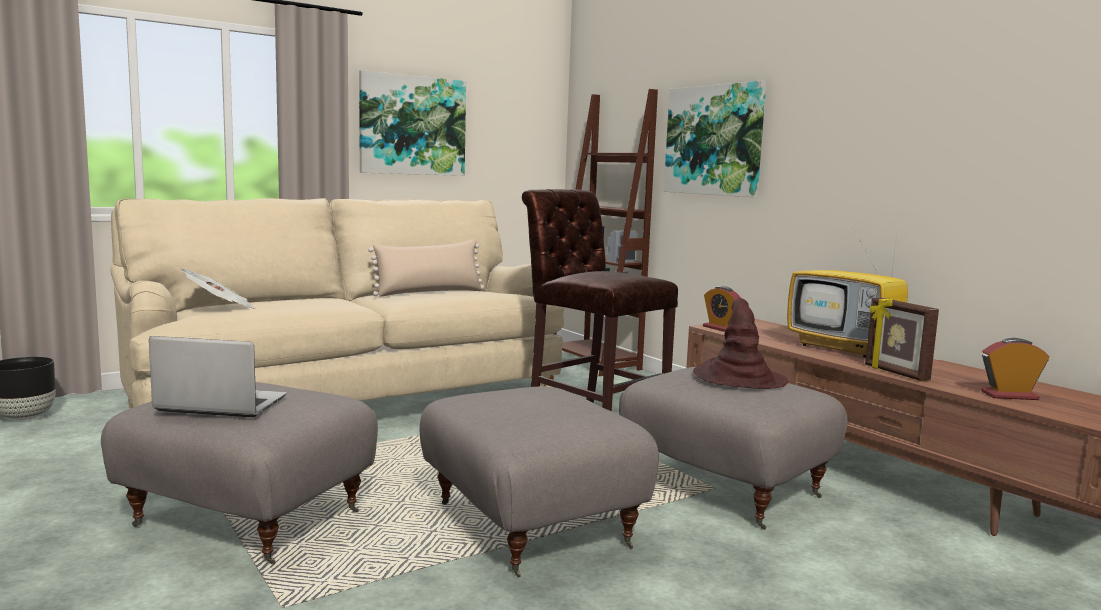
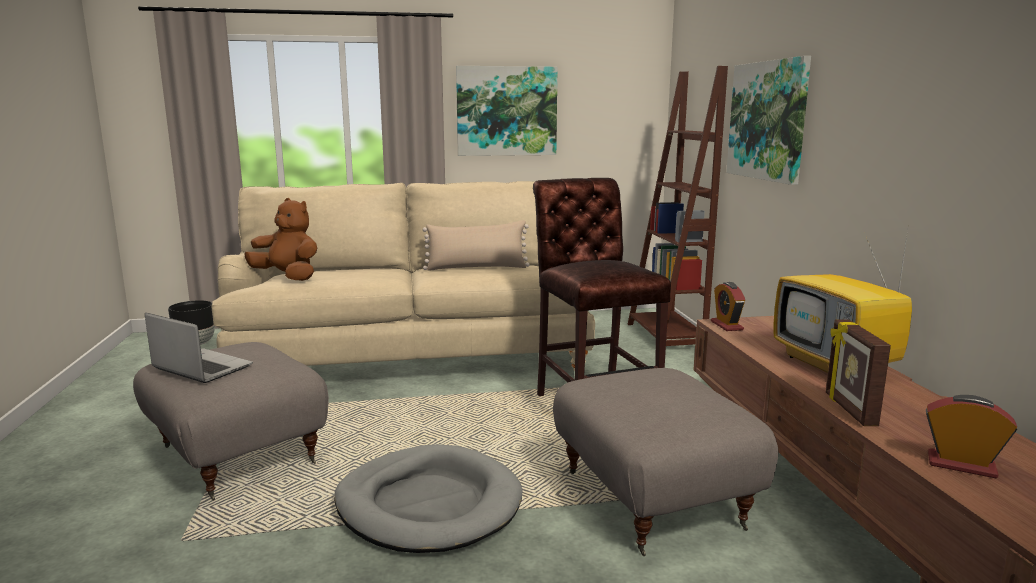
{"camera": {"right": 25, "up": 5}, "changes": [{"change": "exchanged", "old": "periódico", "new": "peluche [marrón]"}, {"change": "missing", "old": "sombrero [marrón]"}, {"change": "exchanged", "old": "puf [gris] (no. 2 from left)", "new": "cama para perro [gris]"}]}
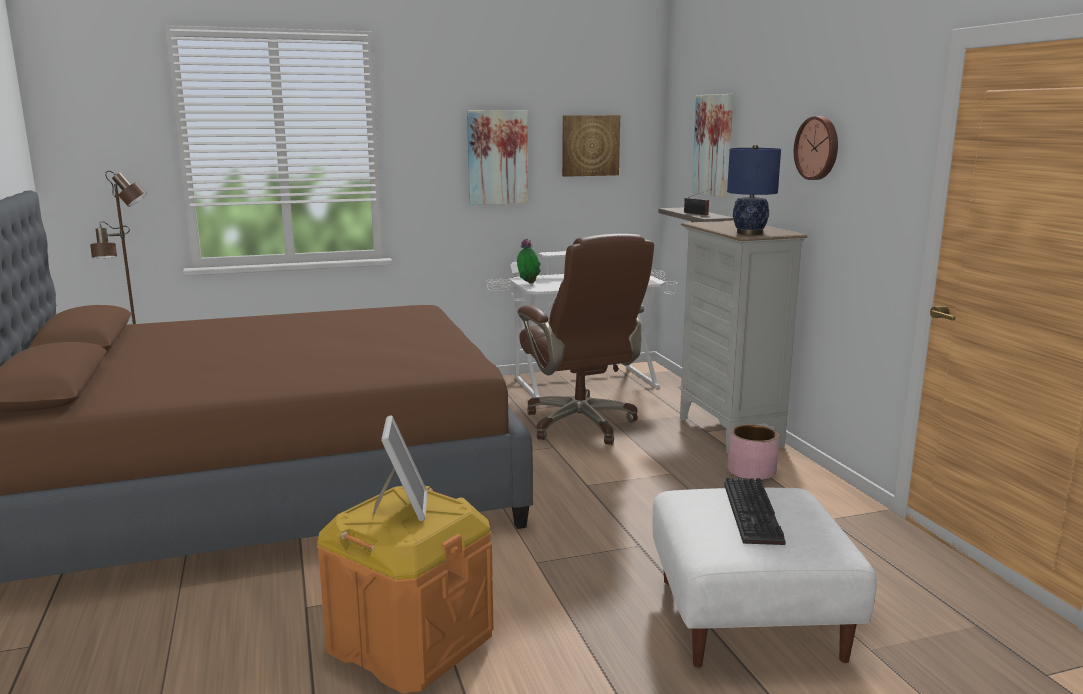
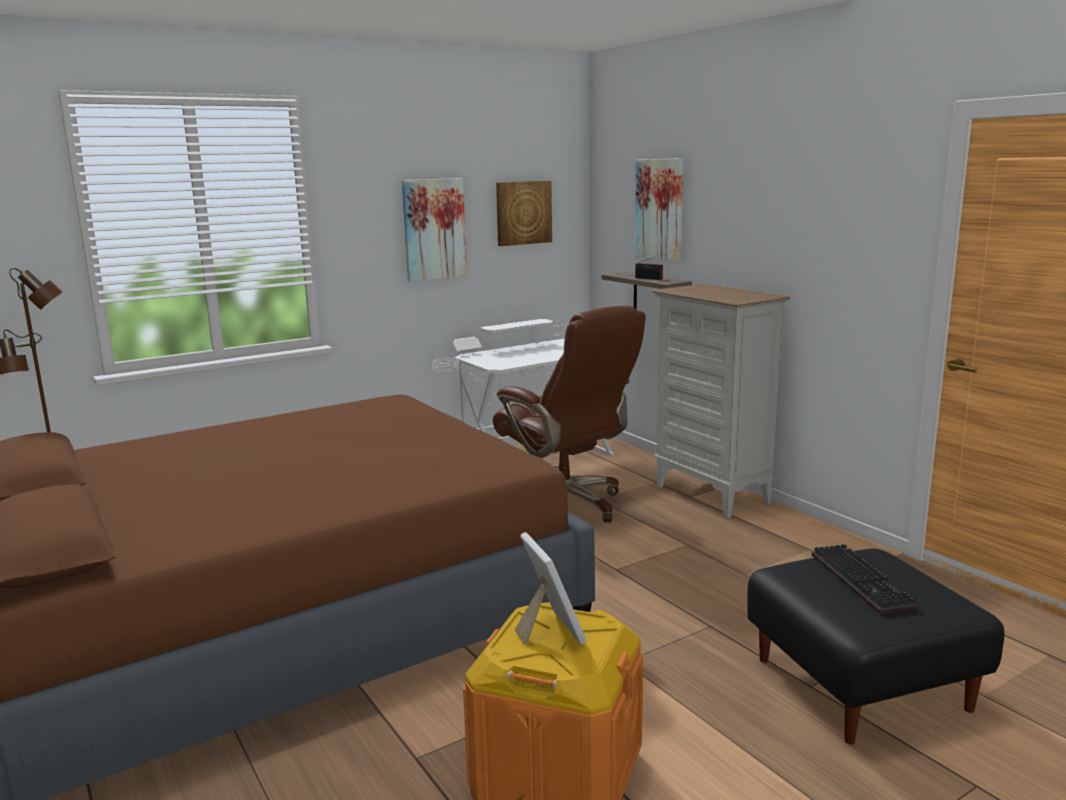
{"camera": {"right": -15, "up": 0}, "changes": [{"change": "missing", "old": "reloj de pared"}, {"change": "missing", "old": "lámpara de mesa [azul]"}, {"change": "missing", "old": "planta en maceta"}, {"change": "missing", "old": "maceta [rosa]"}, {"change": "colour", "old": "puf [blanco]", "new": "puf [negro]"}]}
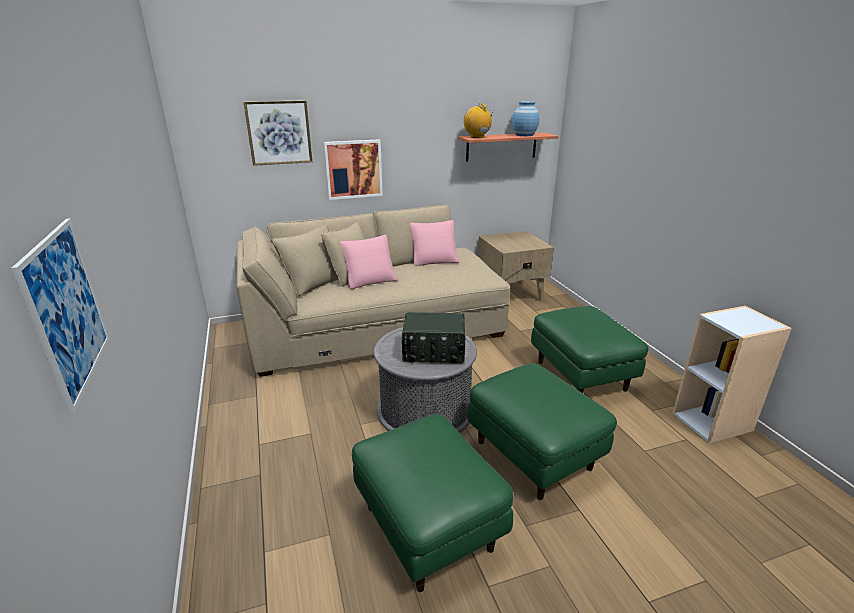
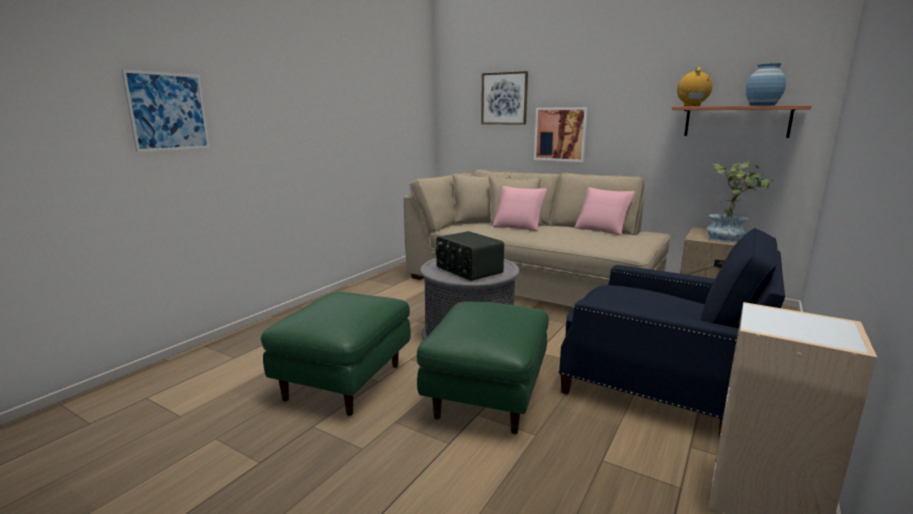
{"camera": {"right": 50, "up": -10}, "changes": [{"change": "exchanged", "old": "puf [verde] (no. 3 from left)", "new": "sillón [azul]"}, {"change": "appeared", "new": "planta en maceta"}]}
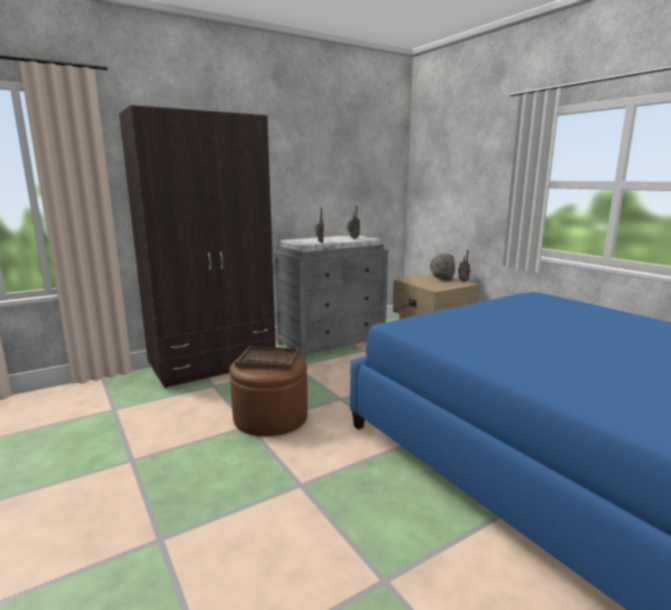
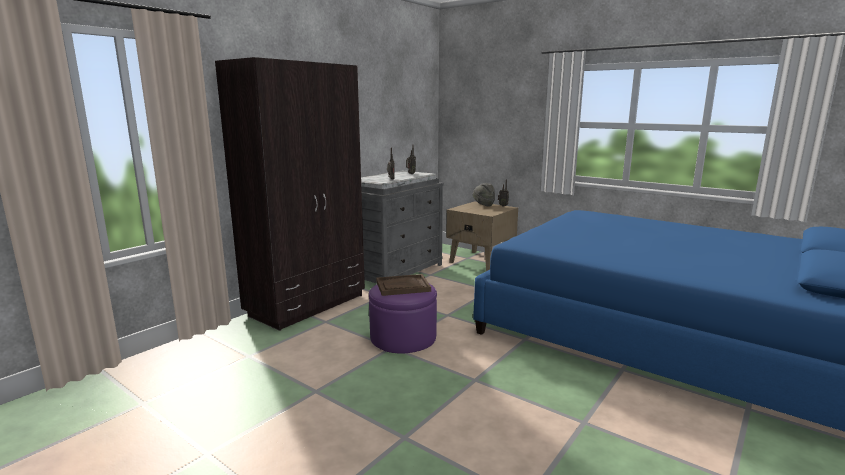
{"camera": {"right": -20, "up": 0}, "changes": [{"change": "colour", "old": "puf [marrón]", "new": "puf [morado]"}]}
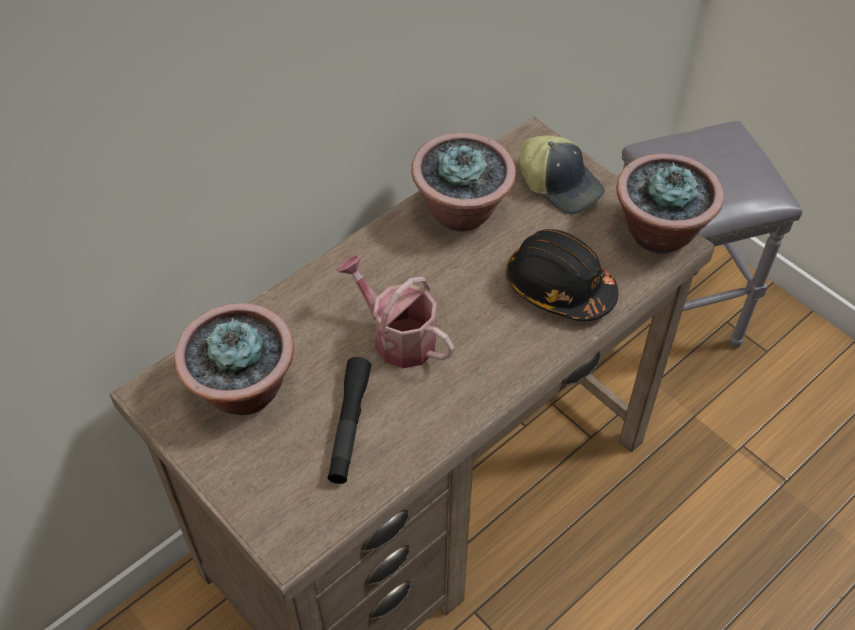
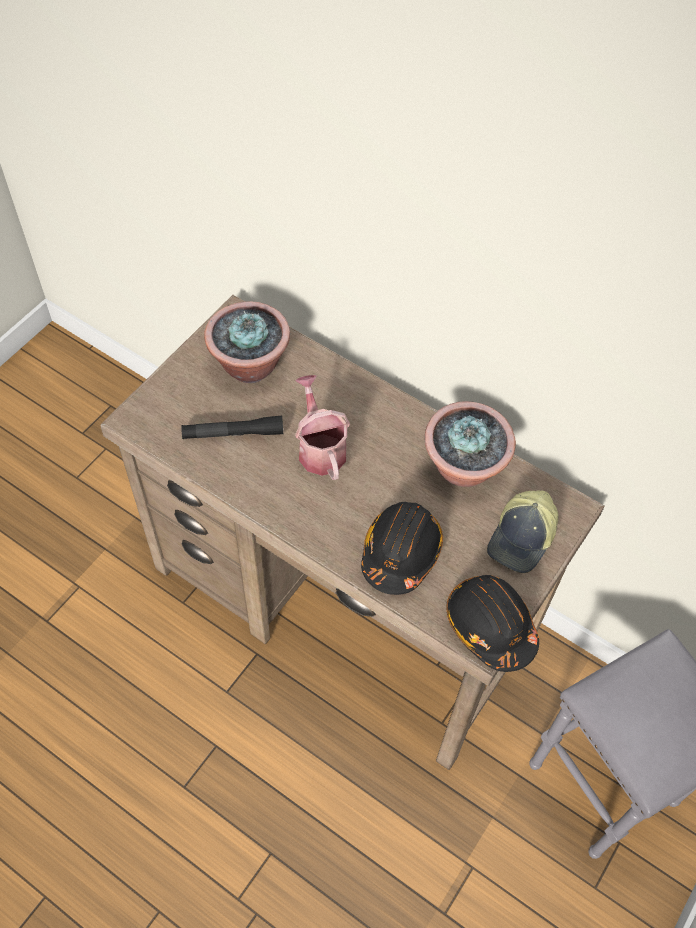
{"camera": {"right": 75, "up": 5}, "changes": [{"change": "exchanged", "old": "planta en maceta (no. 3 from left)", "new": "casco [negro] (no. 2 from left)"}, {"change": "spun", "old": "regadera", "degrees": -45}]}
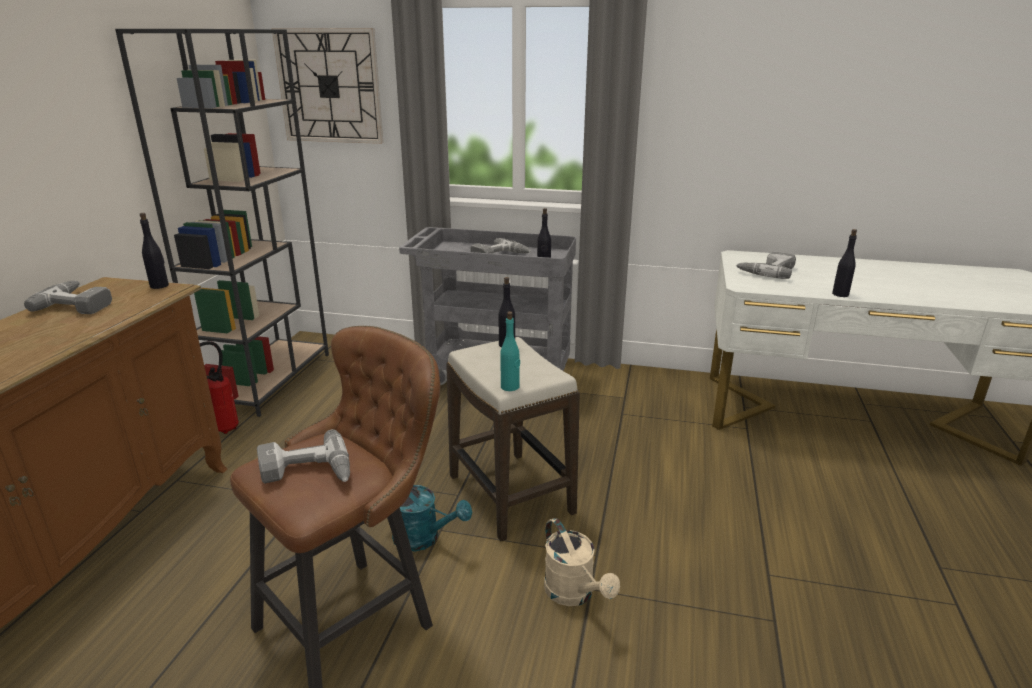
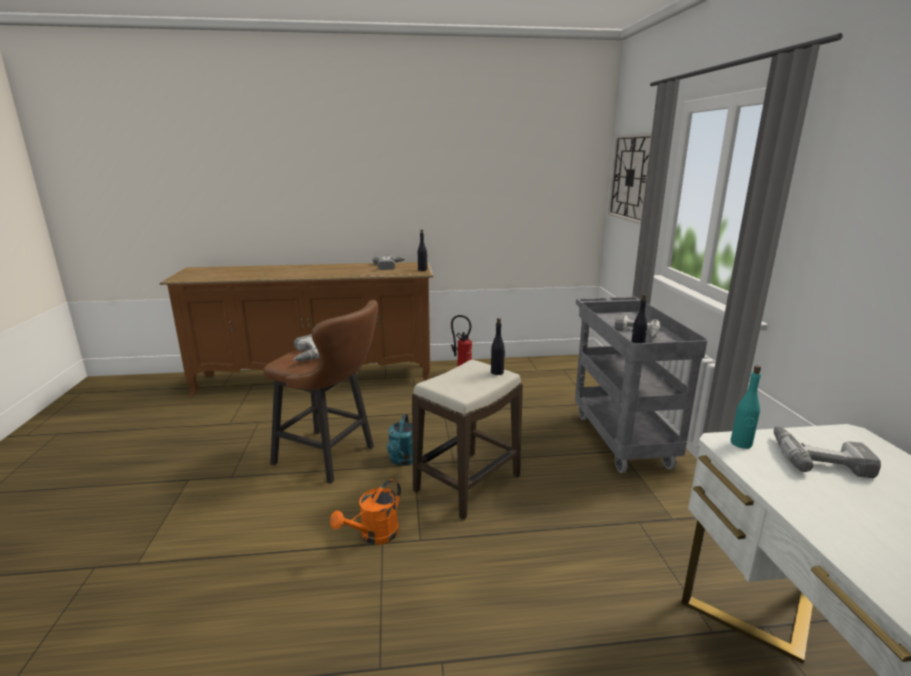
{"camera": {"right": 70, "up": -5}, "changes": [{"change": "missing", "old": "estantería"}, {"change": "missing", "old": "botella [negro] (no. 4 from left)"}, {"change": "relocated", "old": "botella [turquesa]"}, {"change": "colour", "old": "regadera [beis]", "new": "regadera [naranja]"}]}
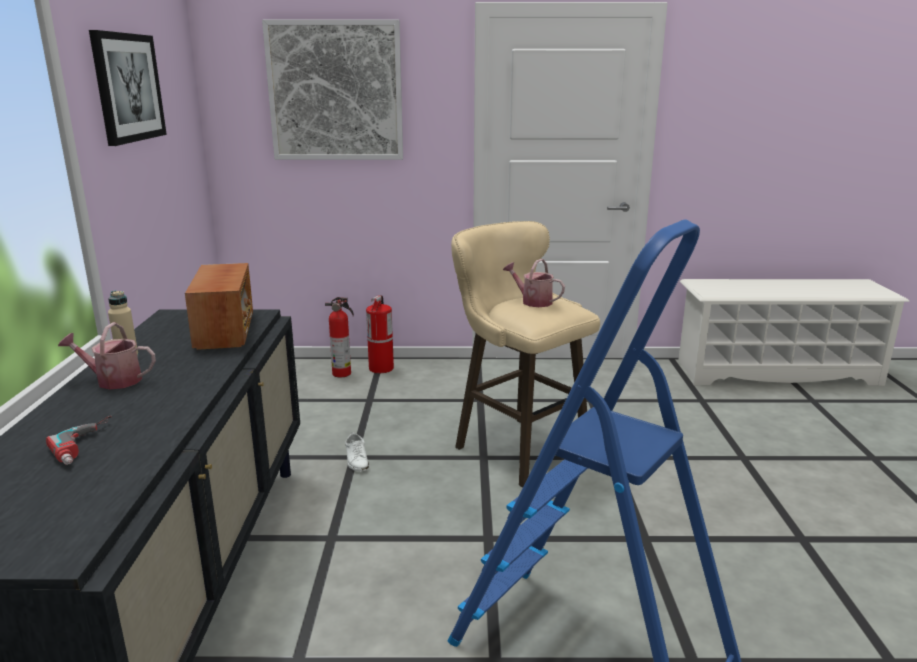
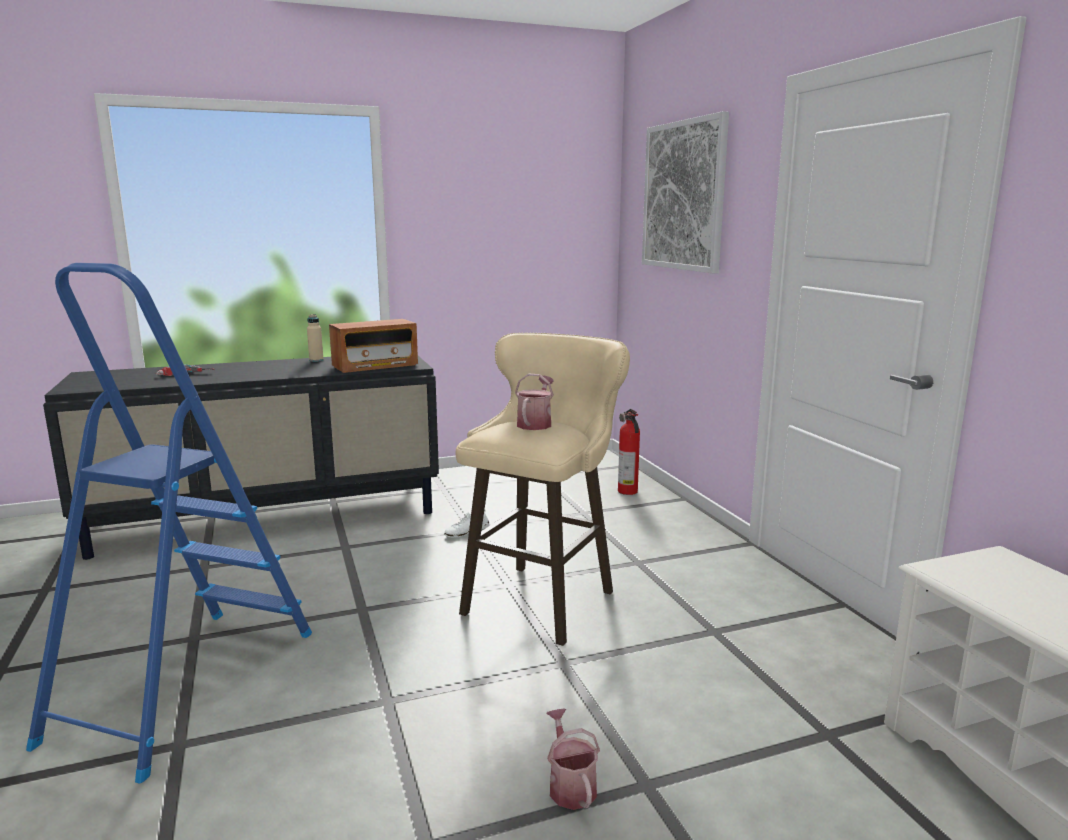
{"camera": {"right": 70, "up": -5}, "changes": [{"change": "missing", "old": "cuadro (no. 1 from left)"}, {"change": "missing", "old": "extintor (no. 2 from left)"}, {"change": "relocated", "old": "regadera (no. 1 from left in the first image)", "new": "regadera (no. 2 from left)"}]}
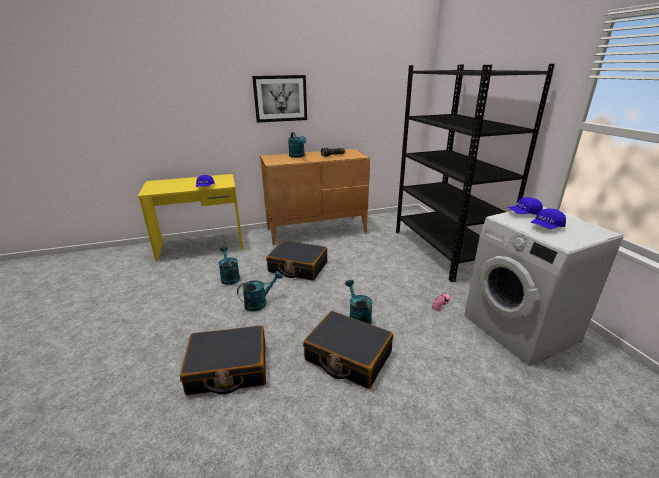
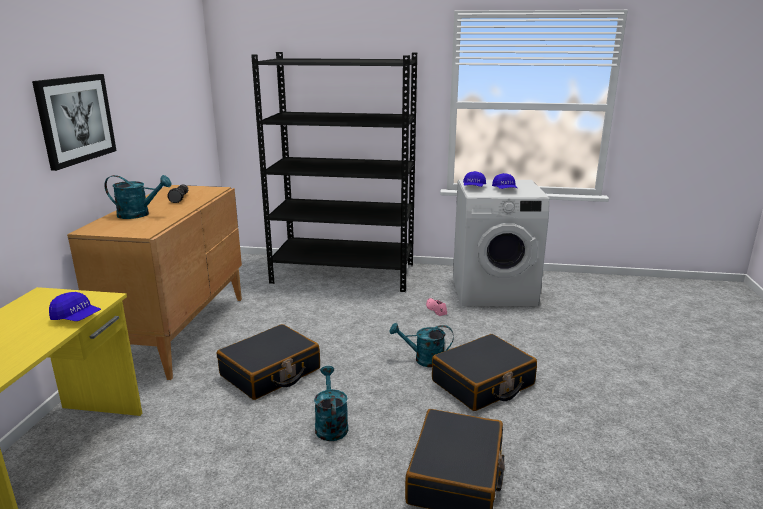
{"camera": {"right": -65, "up": -5}, "changes": [{"change": "missing", "old": "regadera [turquesa] (no. 1 from left)"}]}
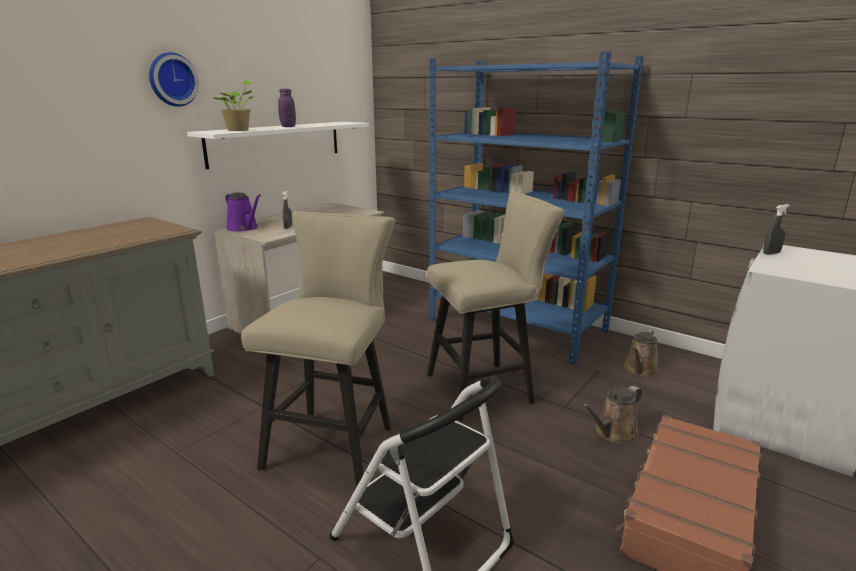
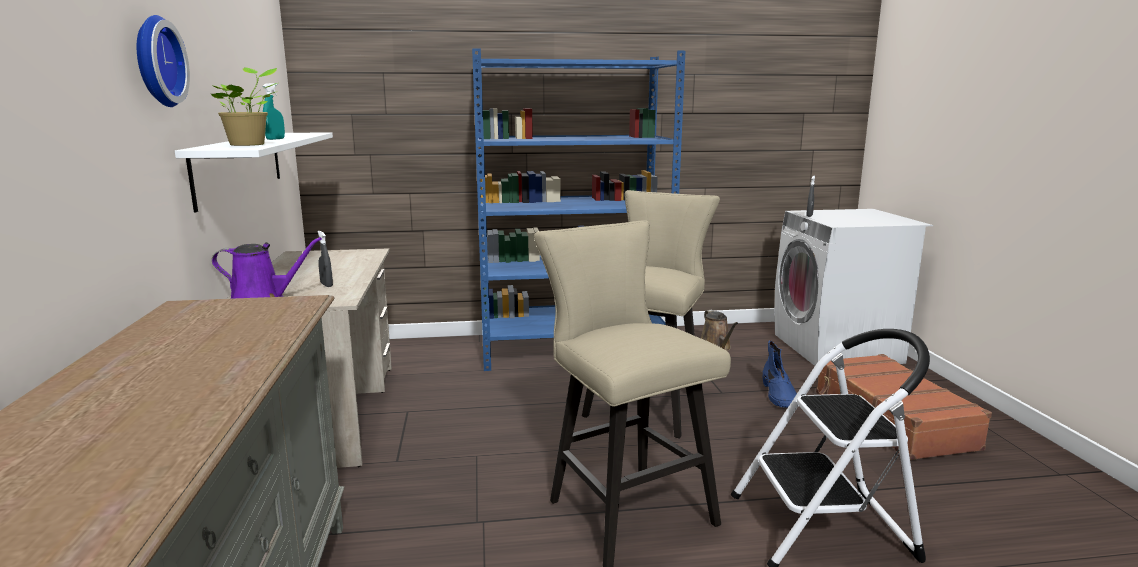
{"camera": {"right": -45, "up": -5}, "changes": [{"change": "exchanged", "old": "tarro [morado]", "new": "pulverizador [turquesa]"}, {"change": "exchanged", "old": "regadera [marrón] (no. 1 from left)", "new": "bota [azul]"}]}
